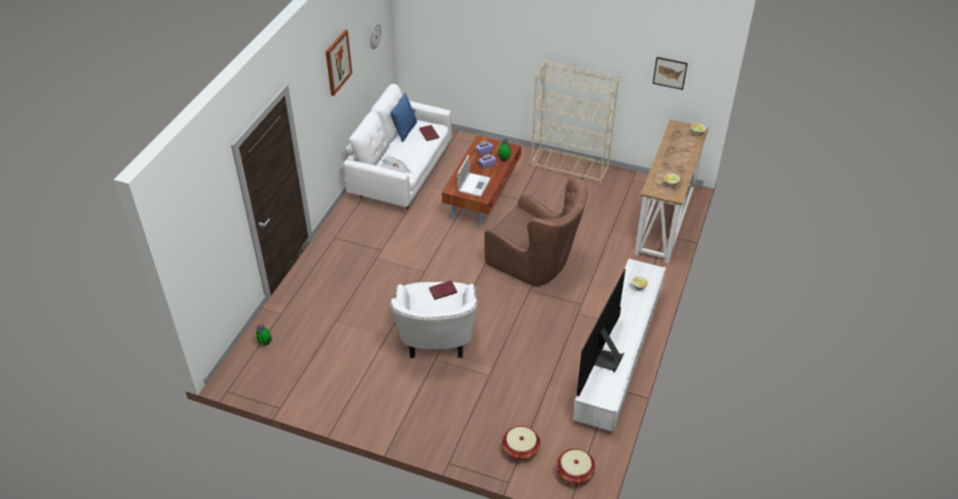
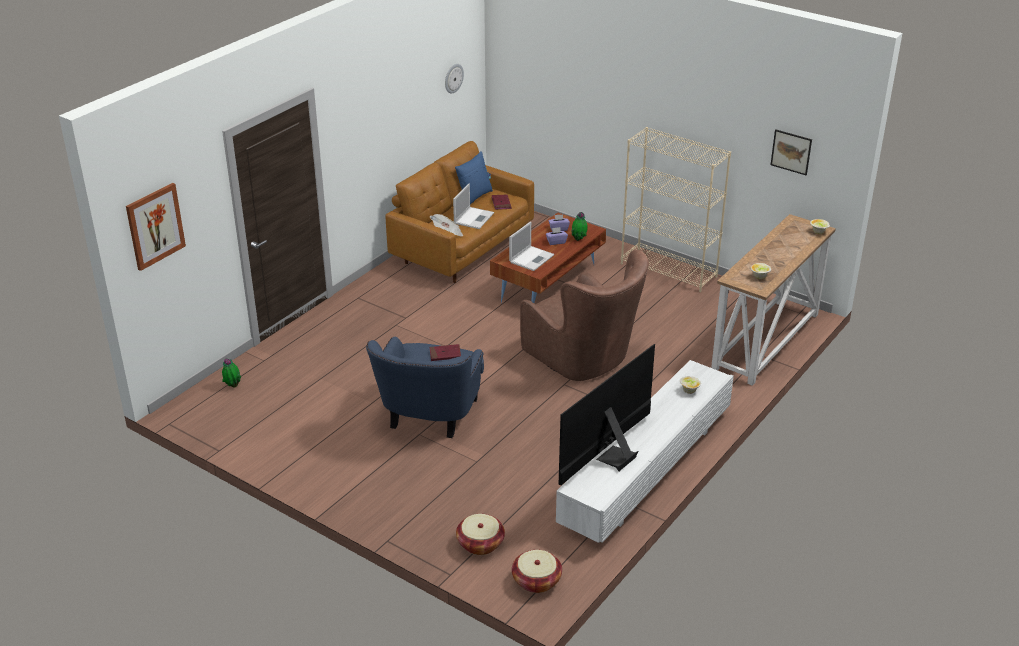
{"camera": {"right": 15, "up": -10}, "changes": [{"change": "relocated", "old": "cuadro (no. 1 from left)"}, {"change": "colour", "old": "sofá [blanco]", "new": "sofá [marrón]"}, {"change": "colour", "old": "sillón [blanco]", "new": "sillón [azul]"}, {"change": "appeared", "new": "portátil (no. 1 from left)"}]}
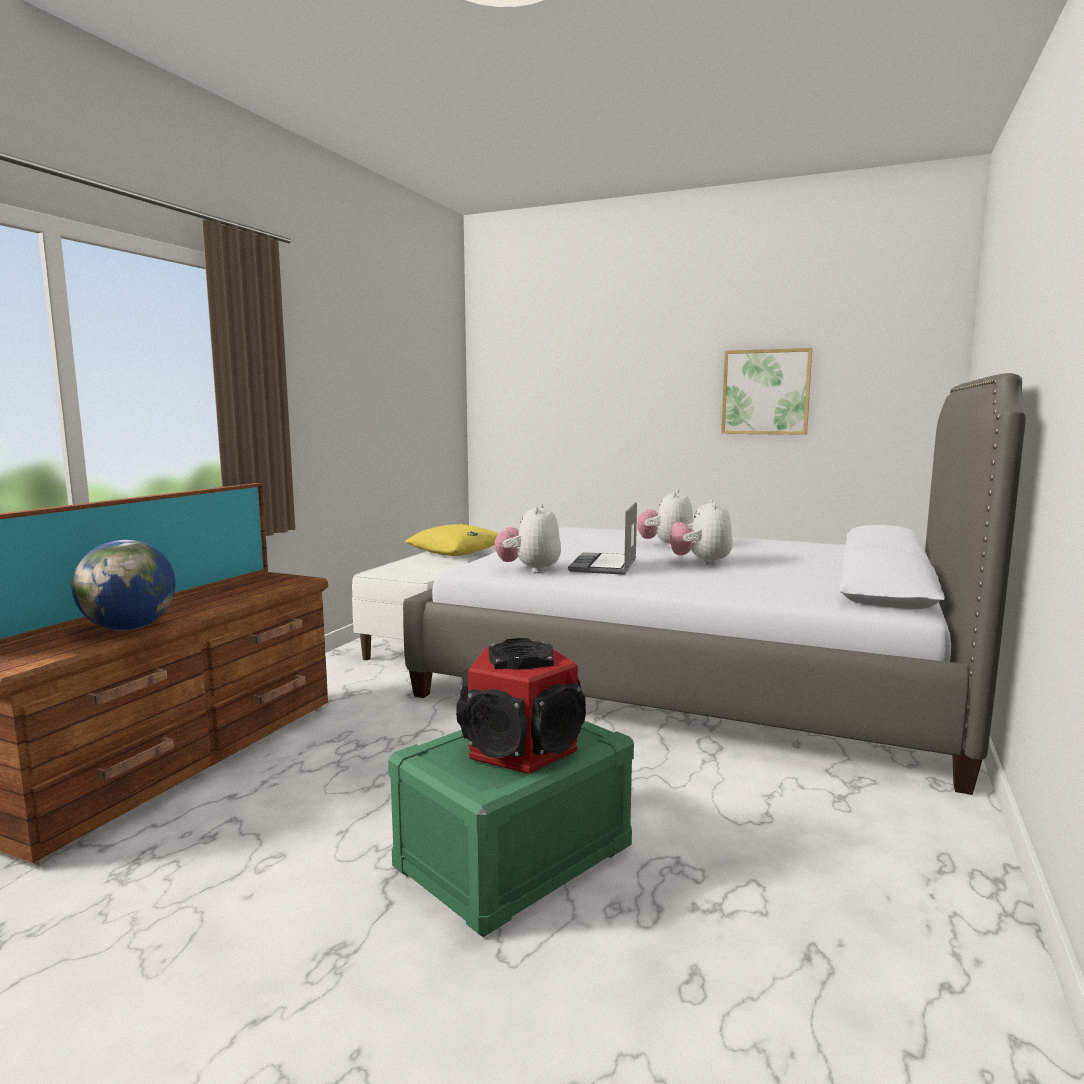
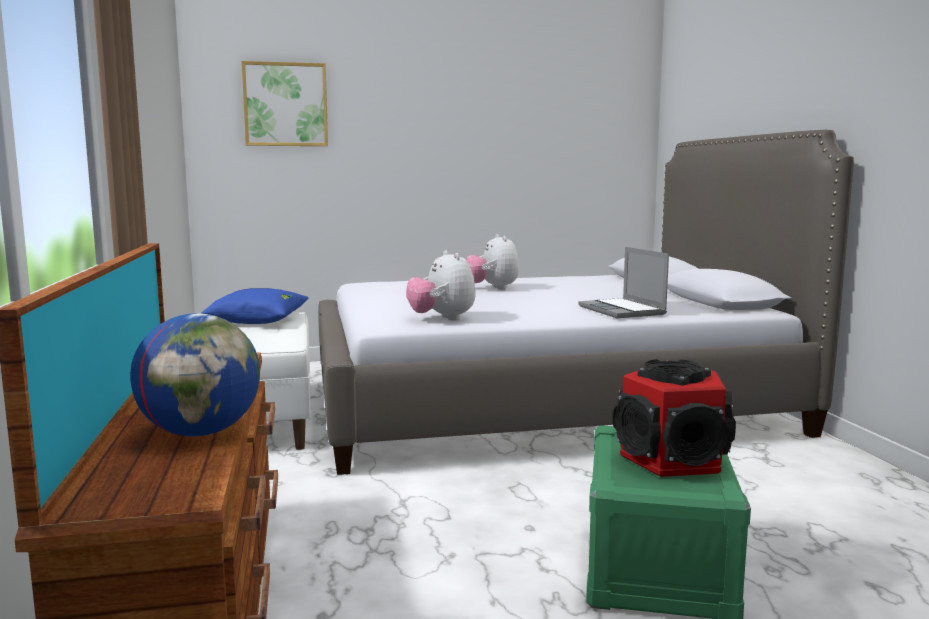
{"camera": {"right": -35, "up": 0}, "changes": [{"change": "relocated", "old": "cuadro"}, {"change": "missing", "old": "peluche (no. 3 from left)"}, {"change": "relocated", "old": "portátil"}, {"change": "colour", "old": "cojín [amarillo]", "new": "cojín [azul]"}]}
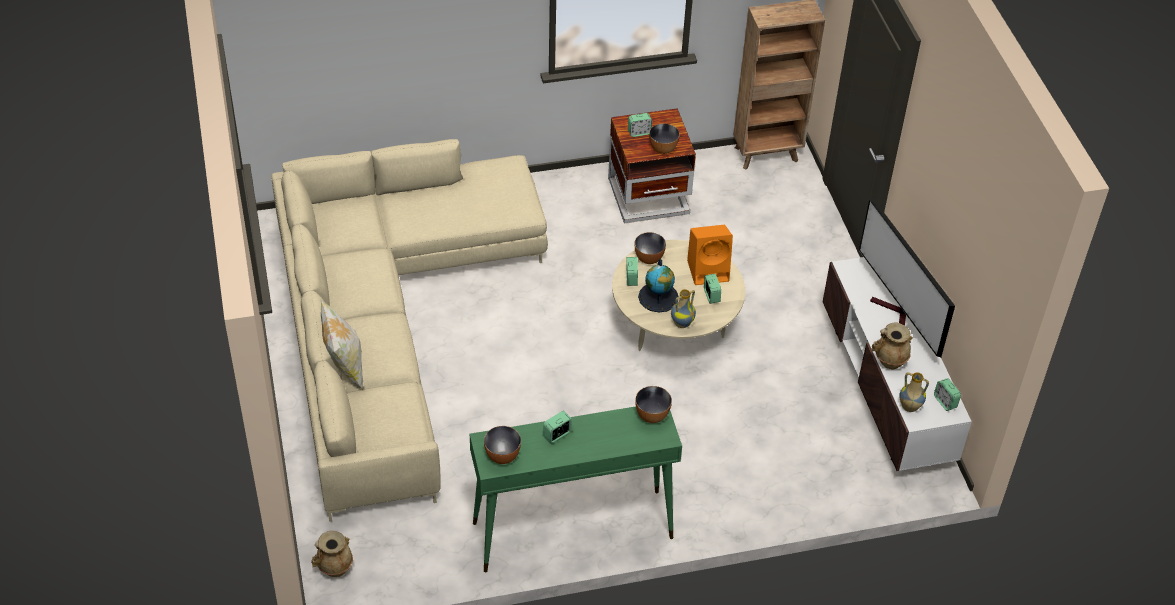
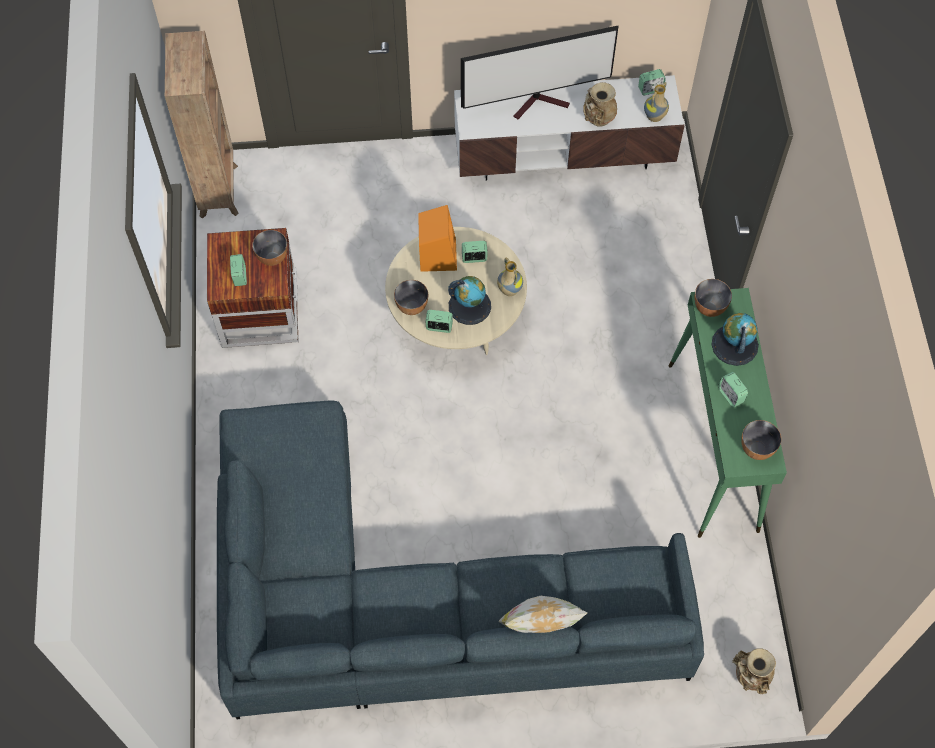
{"camera": {"right": -80, "up": 15}, "changes": [{"change": "colour", "old": "sofá [beis]", "new": "sofá [azul]"}, {"change": "appeared", "new": "globo terráqueo (no. 2 from left)"}]}
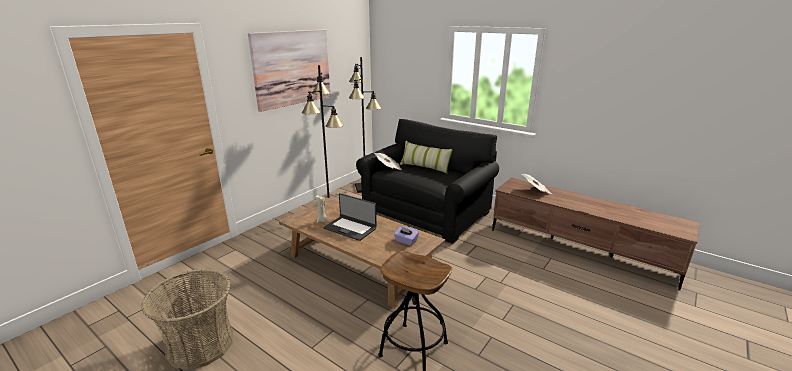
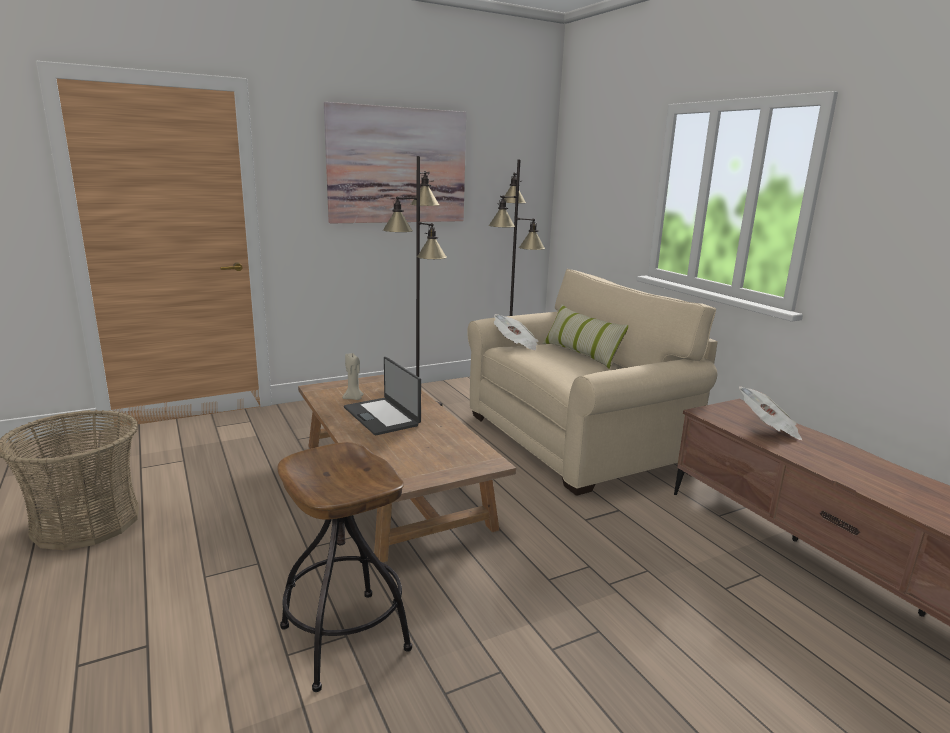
{"camera": {"right": 25, "up": -5}, "changes": [{"change": "colour", "old": "sofá [negro]", "new": "sofá [beis]"}, {"change": "missing", "old": "caja de pañuelos [morado]"}]}
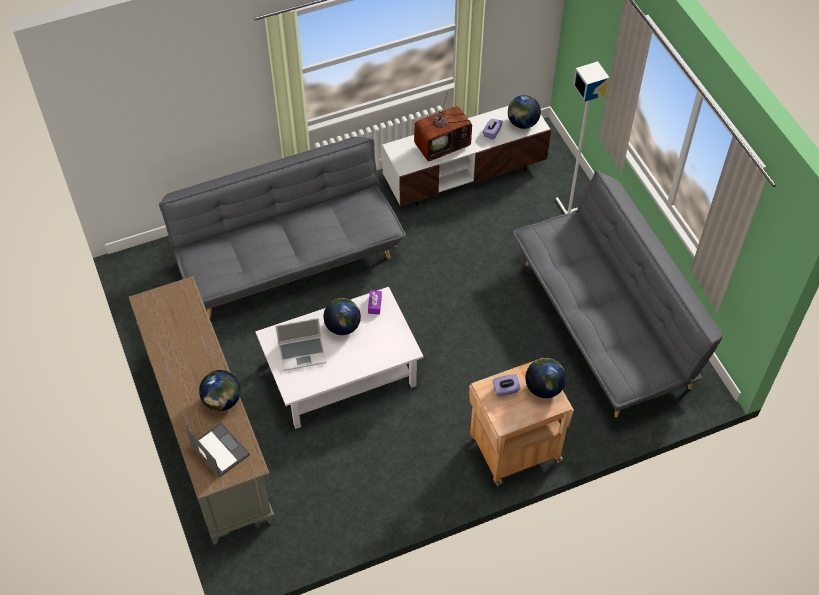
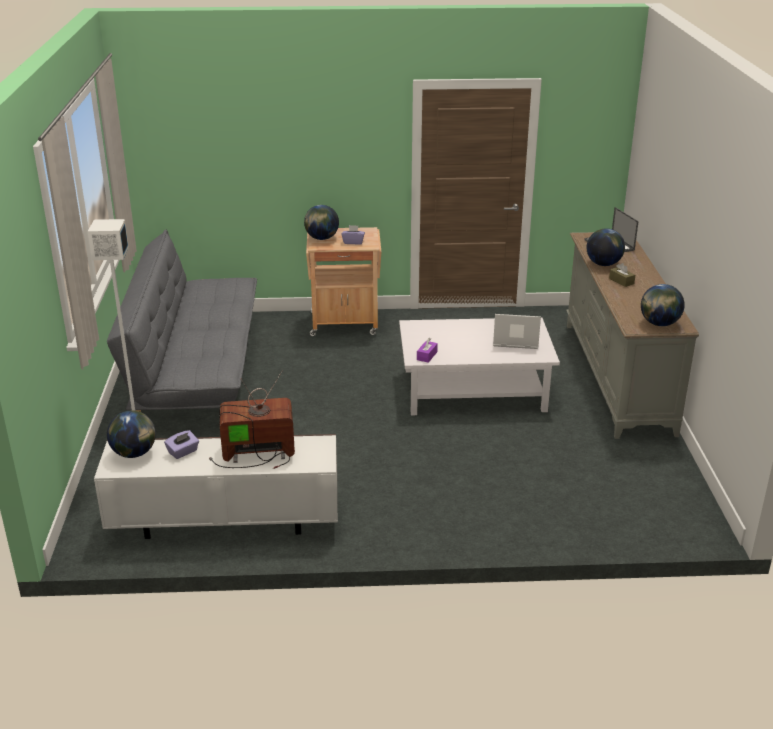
{"camera": {"right": -160, "up": -25}, "changes": [{"change": "missing", "old": "sofá [gris] (no. 1 from left)"}, {"change": "relocated", "old": "globo terráqueo (no. 2 from left in the first image)", "new": "globo terráqueo (no. 4 from left)"}, {"change": "appeared", "new": "caja de pañuelos [marrón]"}]}
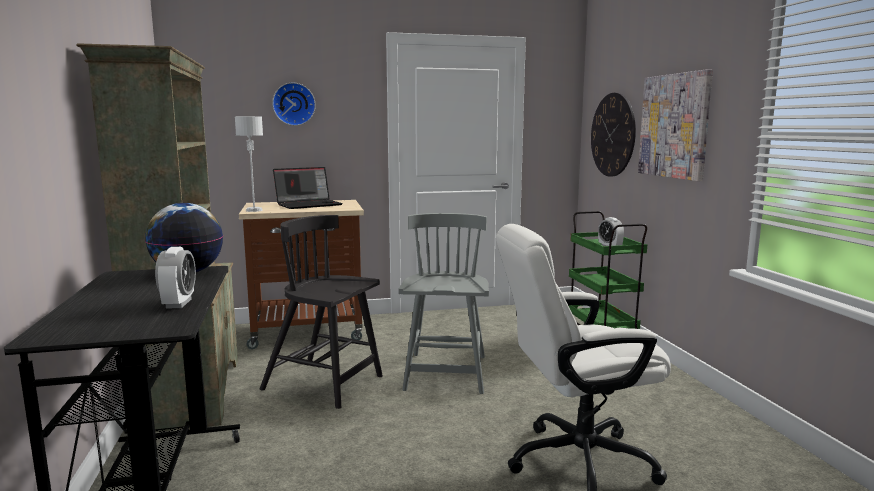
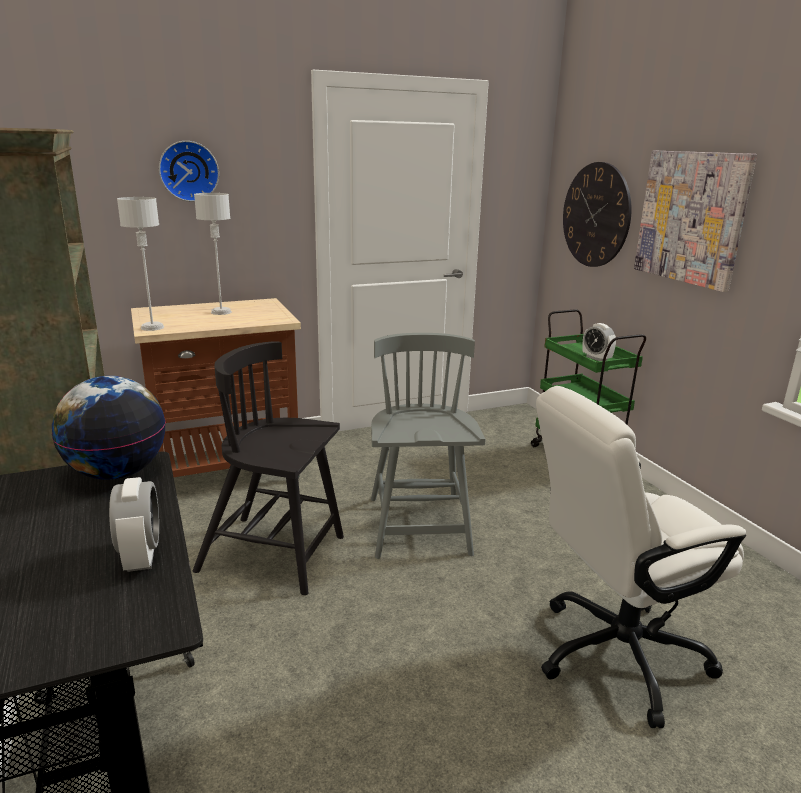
{"camera": {"right": -10, "up": 10}, "changes": [{"change": "exchanged", "old": "portátil", "new": "lámpara de mesa [gris] (no. 2 from left)"}]}
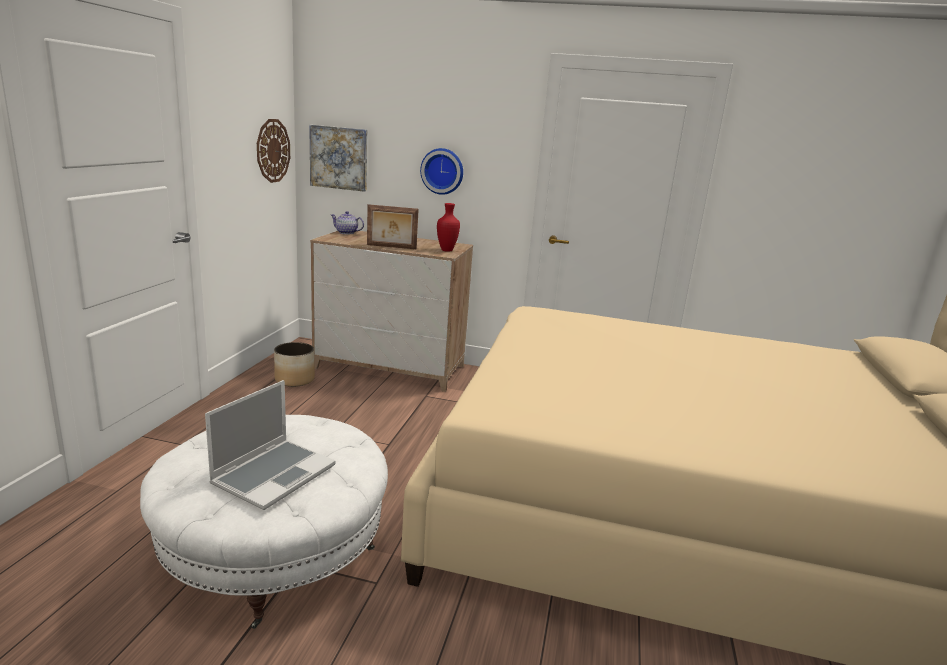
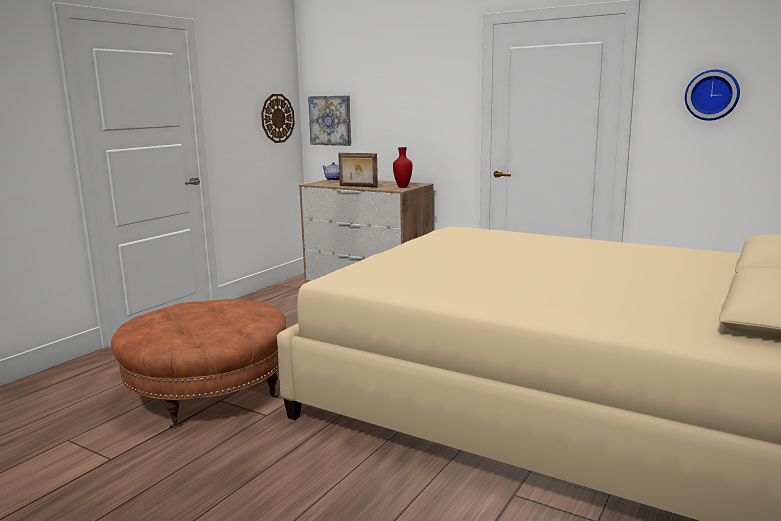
{"camera": {"right": 20, "up": -5}, "changes": [{"change": "relocated", "old": "reloj de pared (no. 2 from left)"}, {"change": "missing", "old": "maceta"}, {"change": "missing", "old": "portátil"}, {"change": "colour", "old": "puf [blanco]", "new": "puf [marrón]"}]}
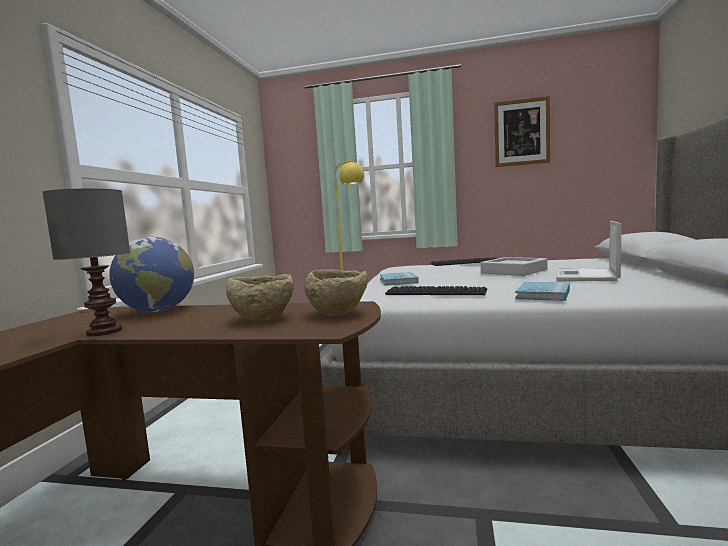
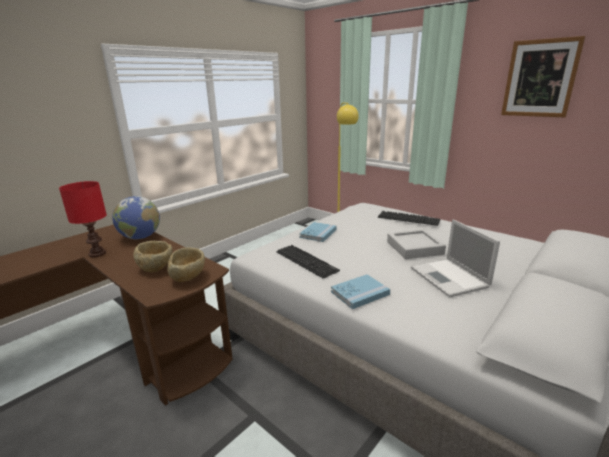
{"camera": {"right": 30, "up": 15}, "changes": [{"change": "colour", "old": "lámpara de mesa [gris]", "new": "lámpara de mesa [rojo]"}, {"change": "spun", "old": "portátil", "degrees": -75}]}
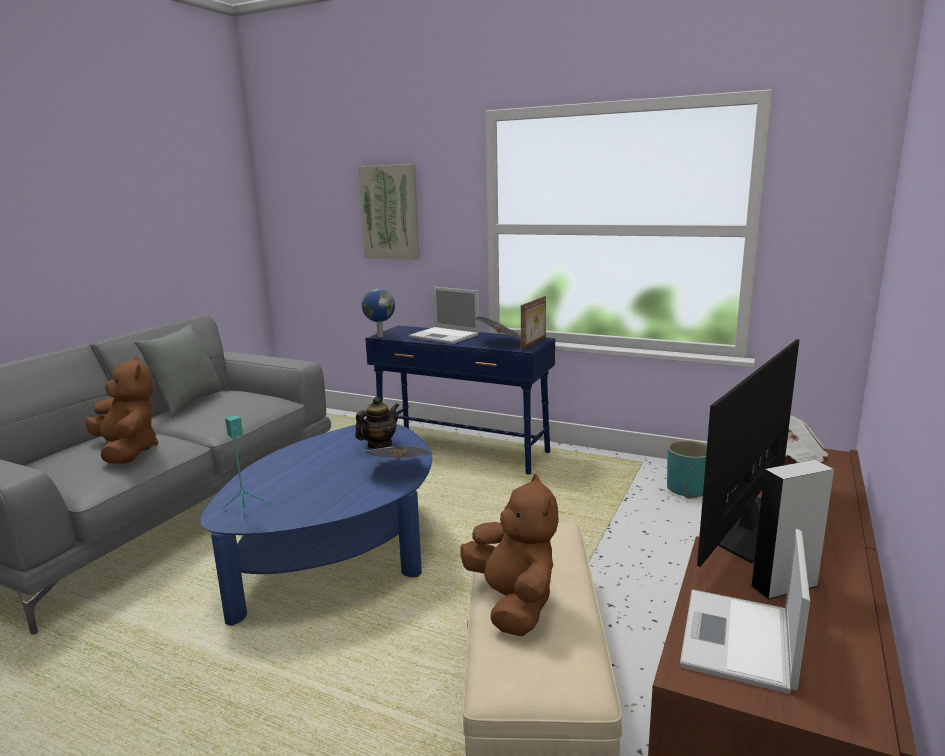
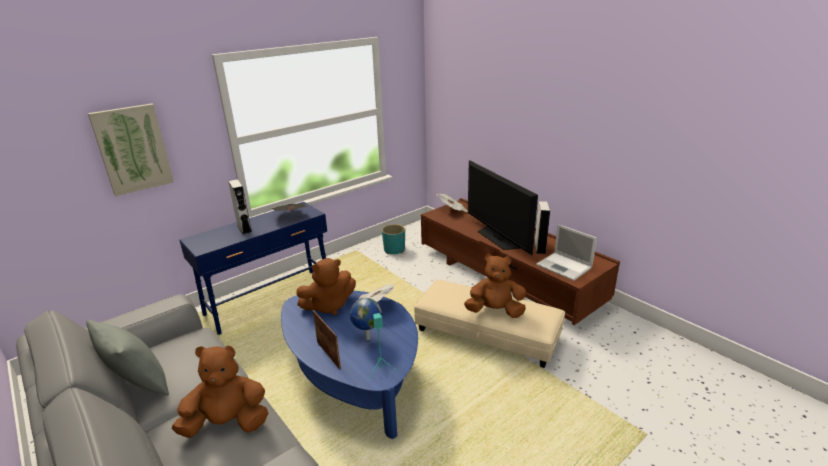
{"camera": {"right": -65, "up": 10}, "changes": [{"change": "exchanged", "old": "portátil (no. 1 from left)", "new": "altavoz [gris] (no. 1 from left)"}, {"change": "relocated", "old": "globo terráqueo"}, {"change": "relocated", "old": "portarretratos"}, {"change": "exchanged", "old": "tetera", "new": "peluche [marrón] (no. 2 from left)"}]}
